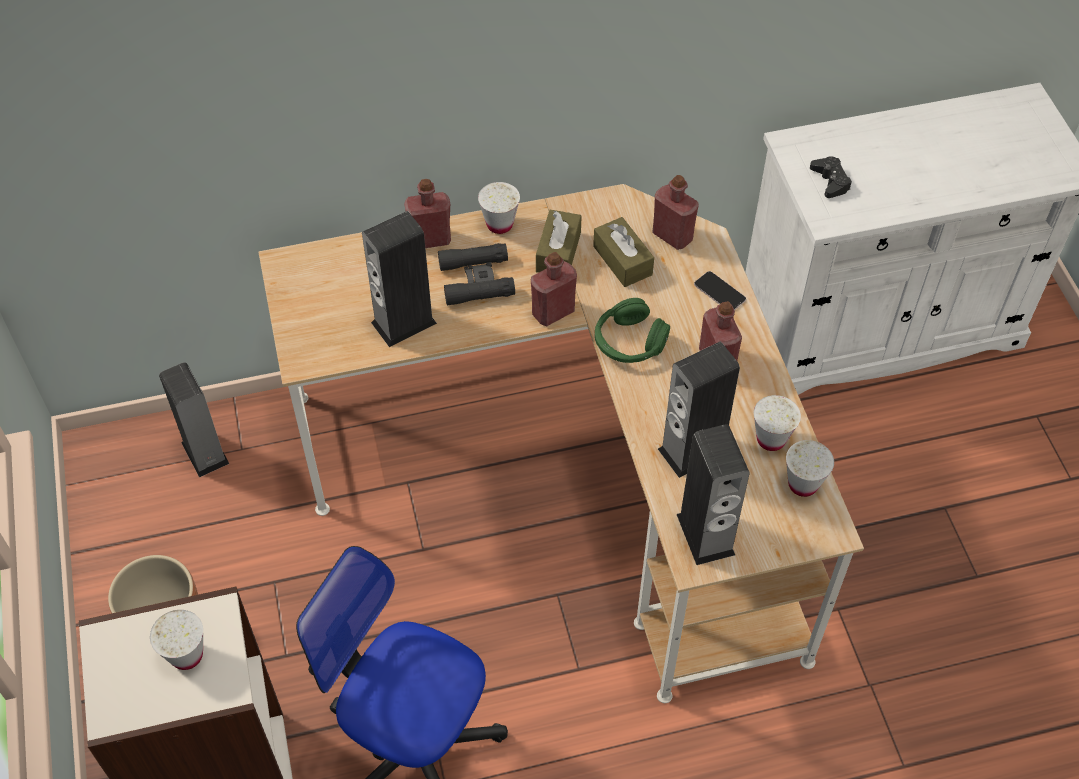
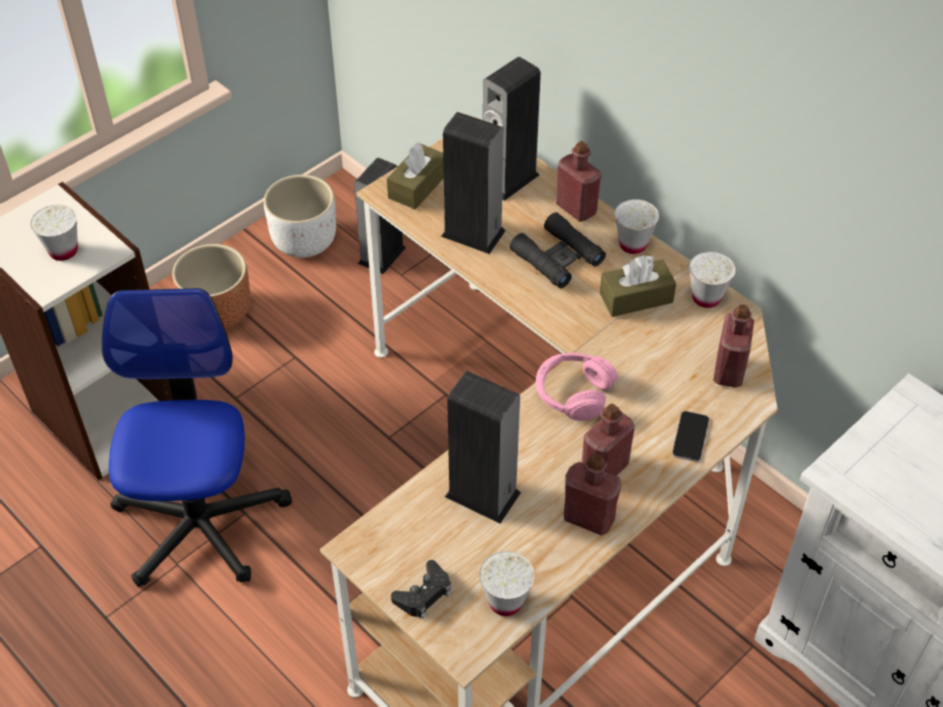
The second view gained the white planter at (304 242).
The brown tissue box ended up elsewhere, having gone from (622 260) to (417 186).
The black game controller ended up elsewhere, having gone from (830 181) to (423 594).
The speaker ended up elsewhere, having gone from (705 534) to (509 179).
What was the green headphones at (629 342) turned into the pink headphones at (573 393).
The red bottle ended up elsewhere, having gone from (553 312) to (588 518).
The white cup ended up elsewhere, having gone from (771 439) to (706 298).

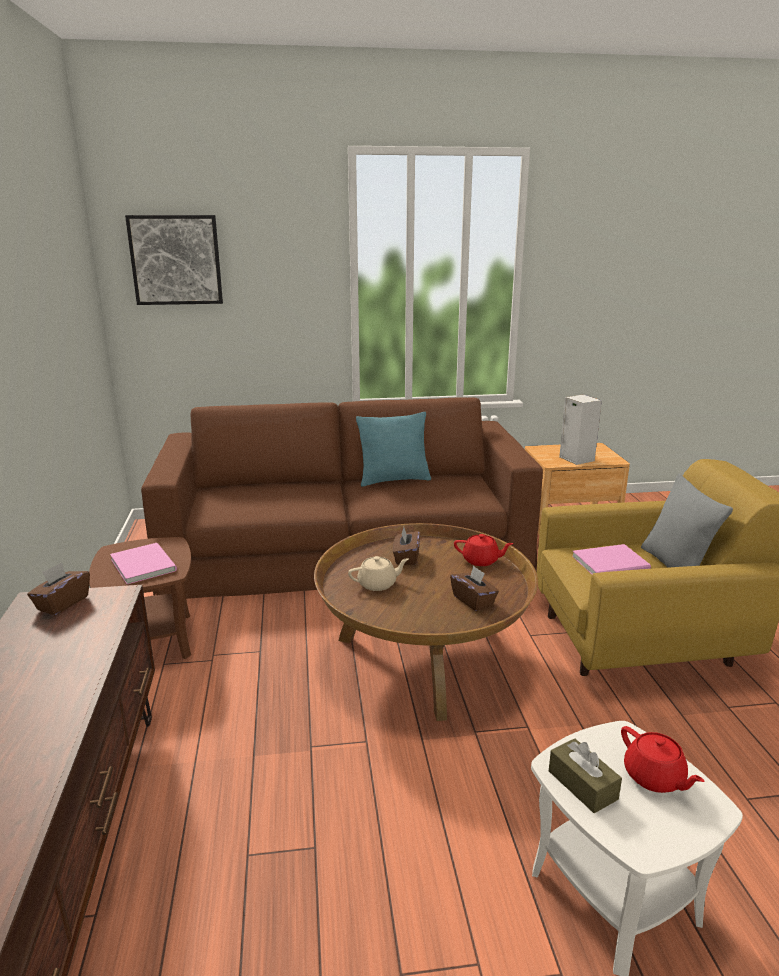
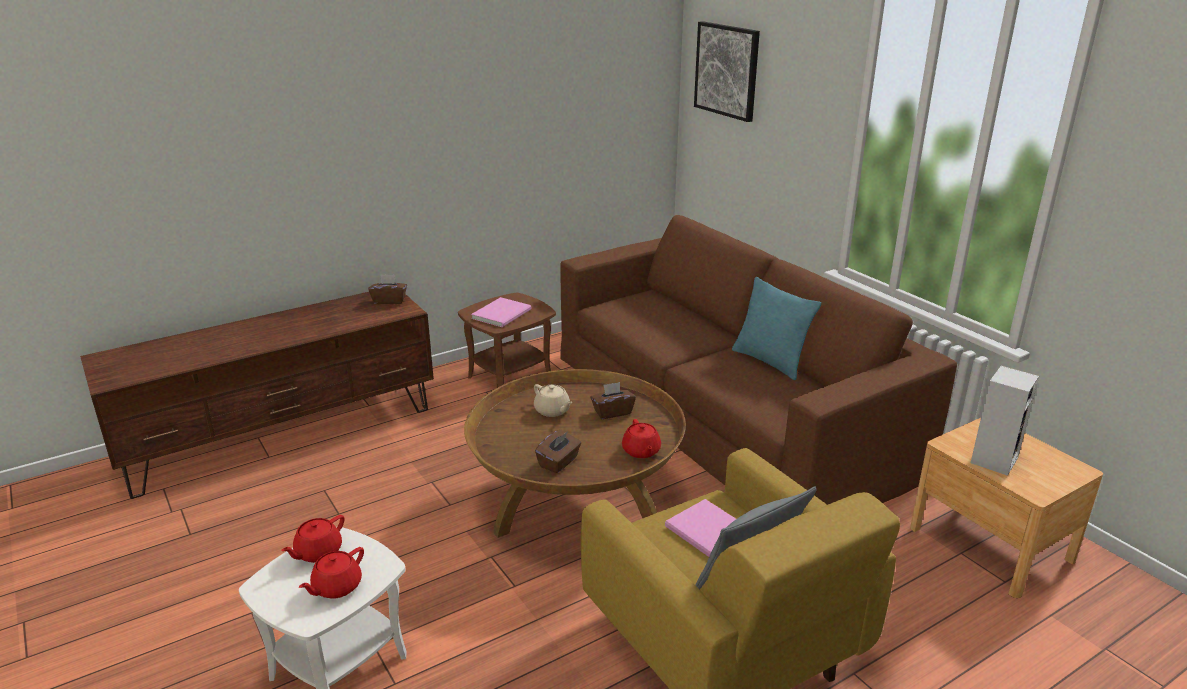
Where the brown tissue box stood at (582 785), the red teapot came to stand at (317 552).

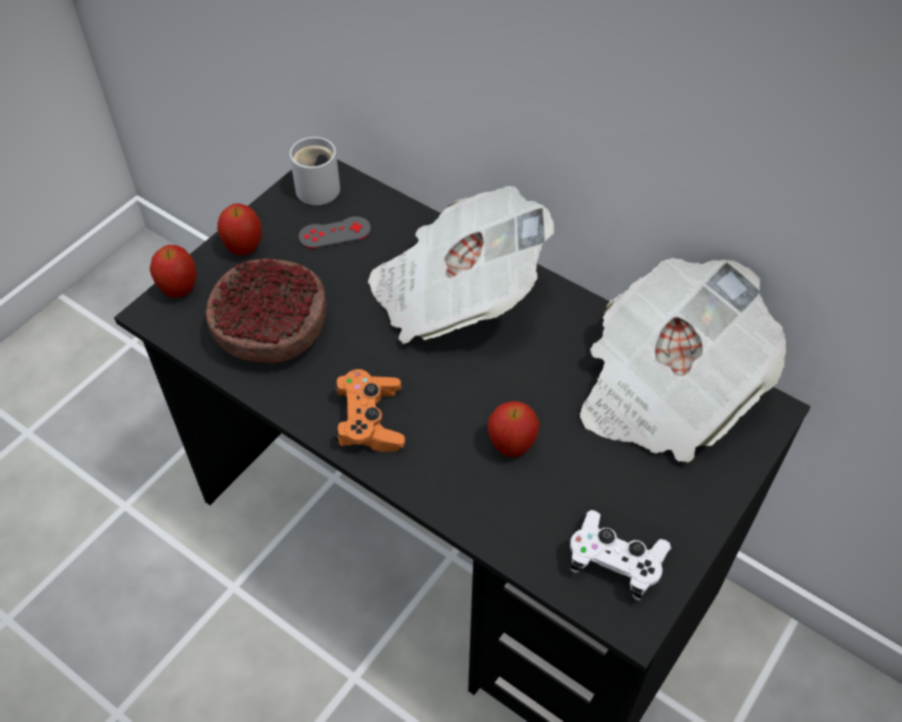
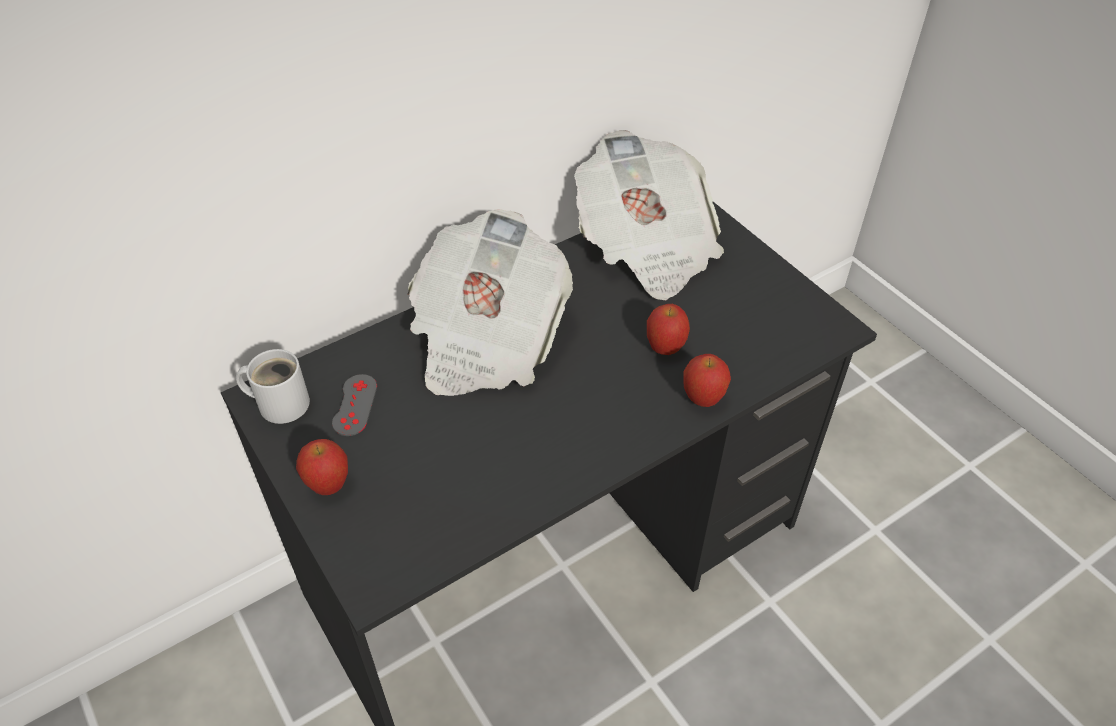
The apple ended up elsewhere, having gone from (180 290) to (703 399).
The second view lost the bowl at (270 331).
The second view lost the orange game controller at (370 421).
The second view lost the white game controller at (615 562).

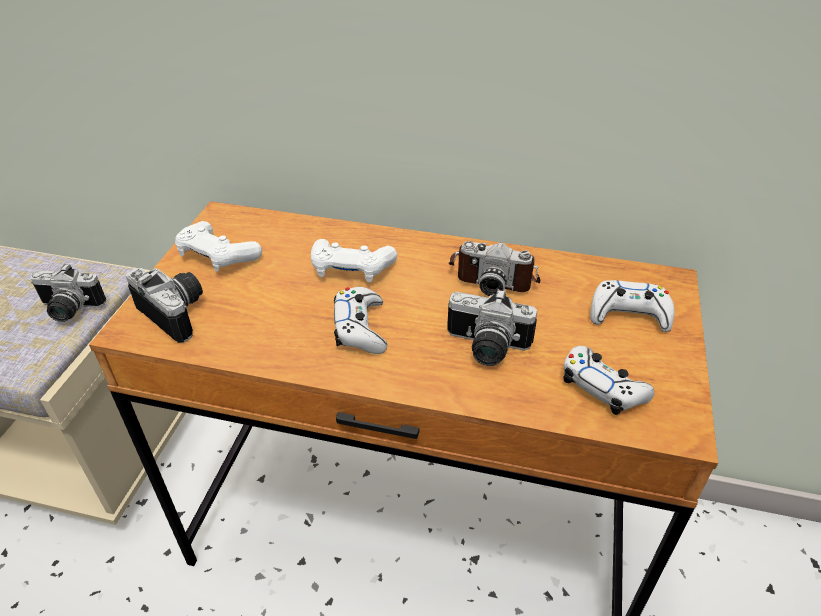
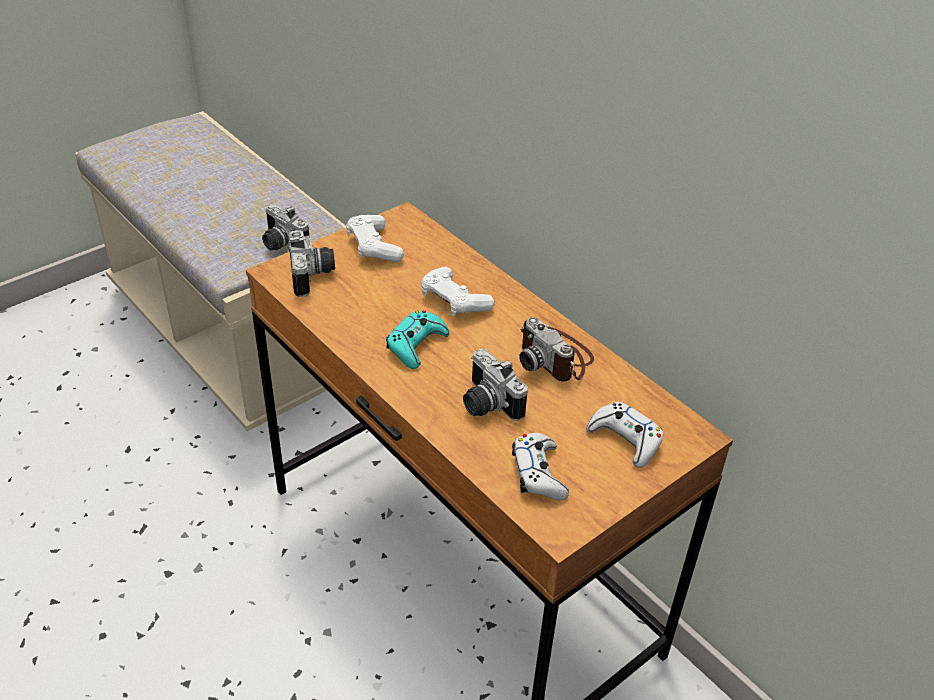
What was the white game controller at (360 328) turned into the turquoise game controller at (416 345).

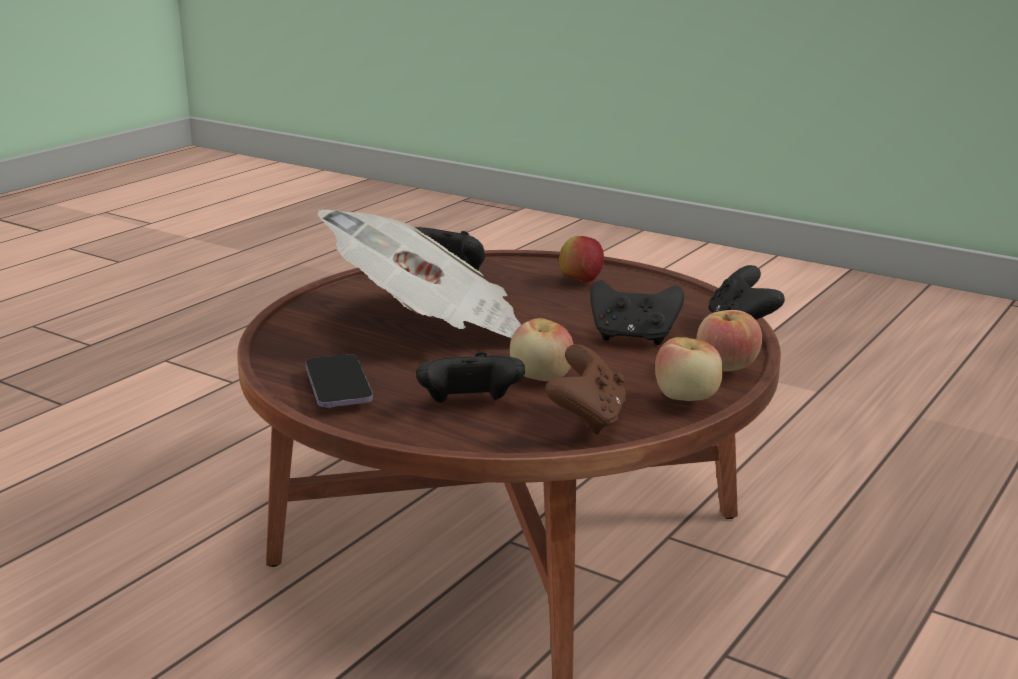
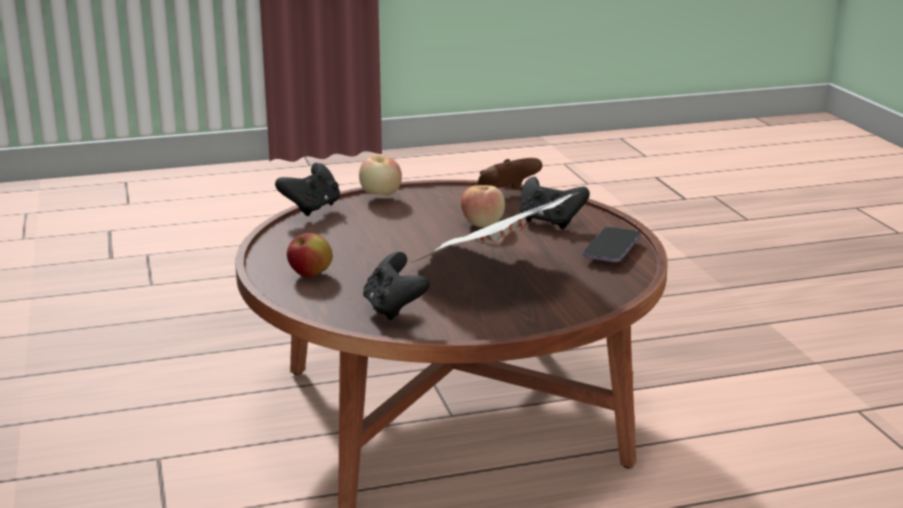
The second view lost the black game controller at (633 338).
The second view lost the apple at (687 398).

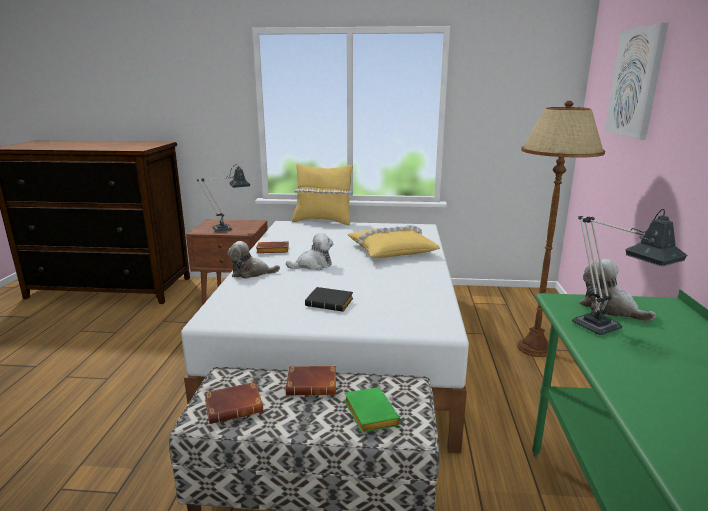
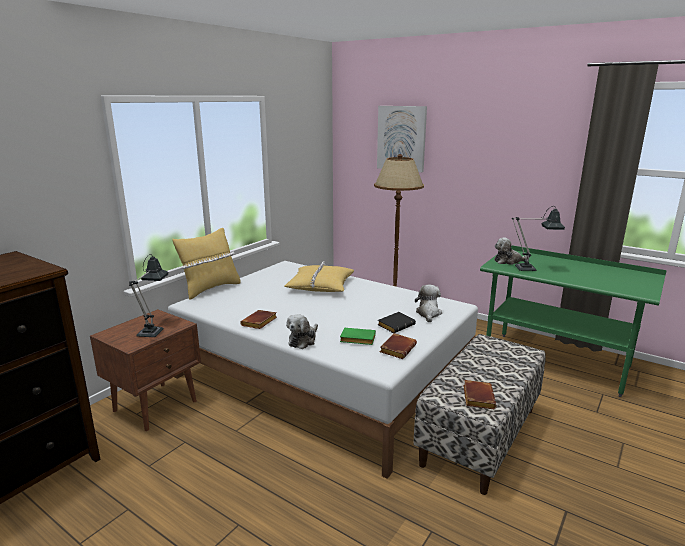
The green book ended up elsewhere, having gone from (368 413) to (356 340).
The brown book ended up elsewhere, having gone from (313 384) to (397 349).
The plush toy ended up elsewhere, having gone from (313 265) to (428 313).

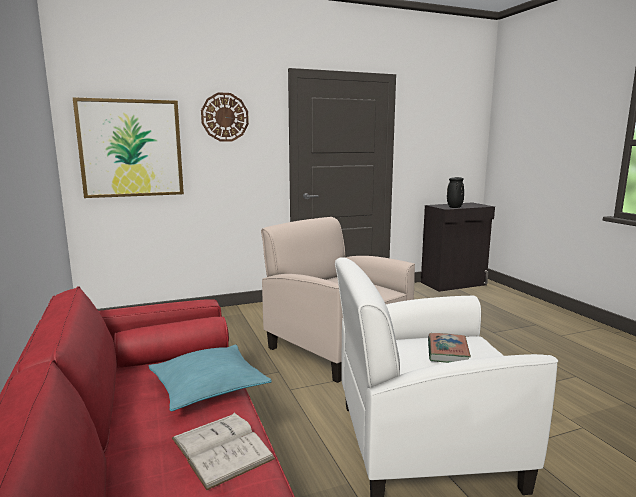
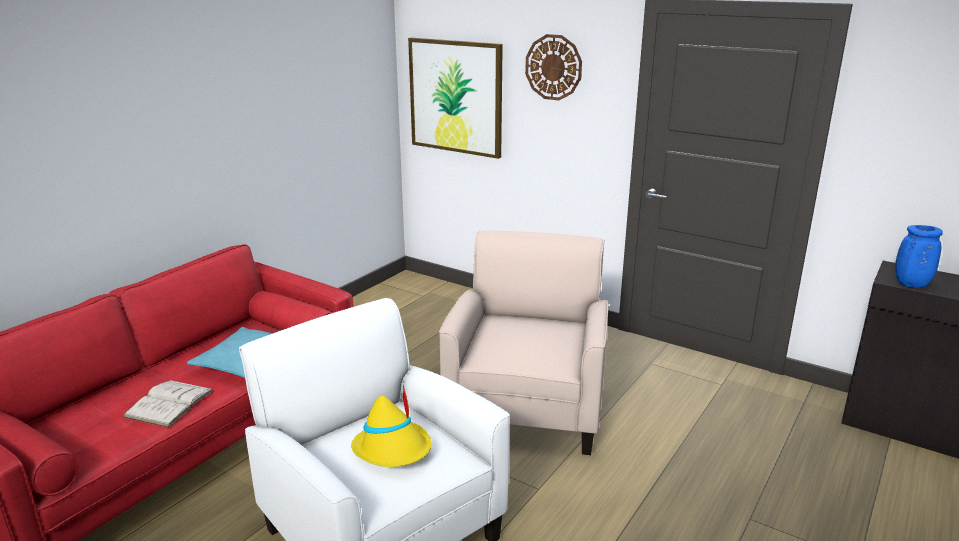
Where the book stood at (447 352), the yellow hat came to stand at (393 449).
What was the black vase at (454 207) turned into the blue vase at (910 285).

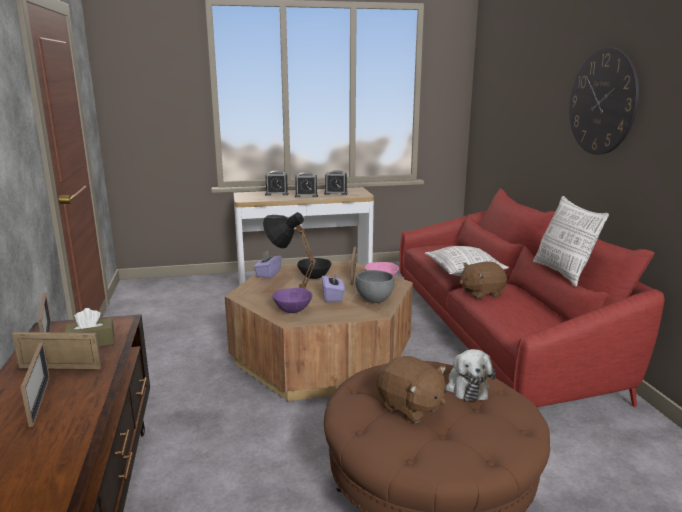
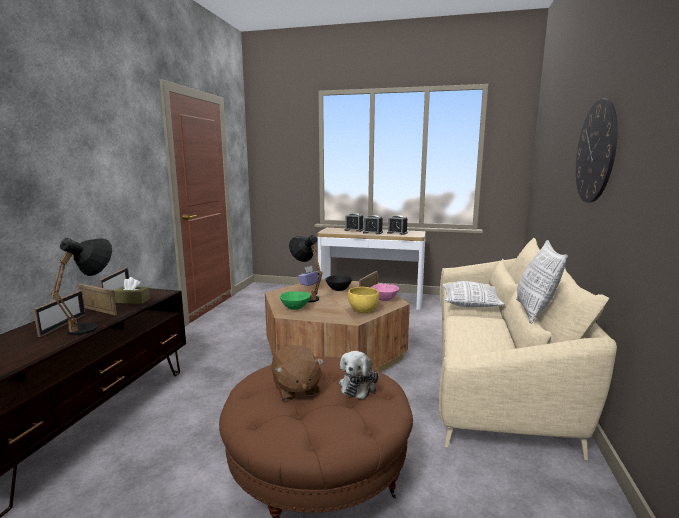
The second view gained the black table lamp at (93 326).
What was the purple bowl at (293 311) turned into the green bowl at (295 308).
What was the grey bowl at (375 300) turned into the yellow bowl at (363 311).
What was the red sofa at (498 336) turned into the beige sofa at (495 367).
The second view lost the purple tissue box at (333 297).
The second view lost the brown plush toy at (481 293).

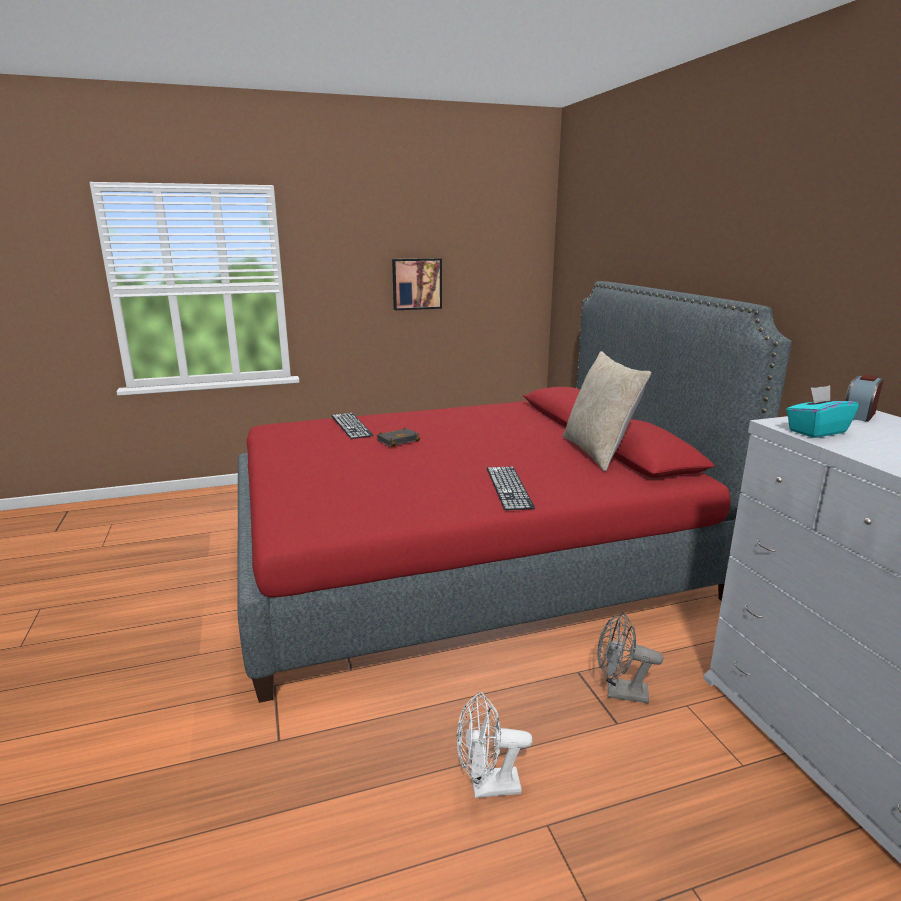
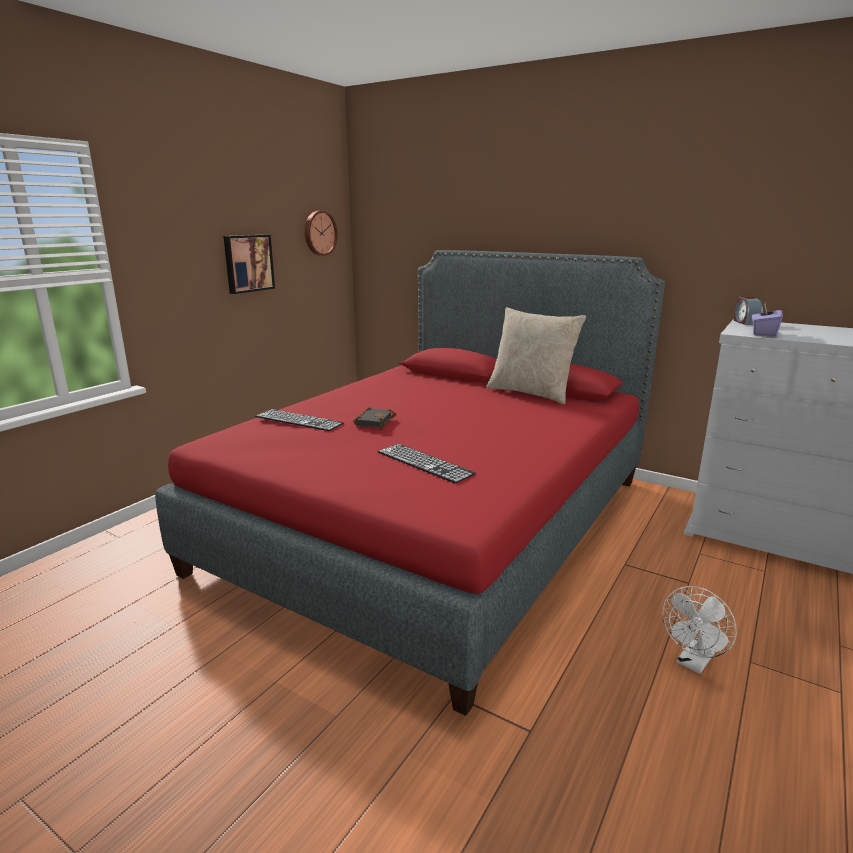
The second view gained the wall clock at (319 233).
The keyboard ended up elsewhere, having gone from (509 487) to (424 463).
What was the turquoise tissue box at (816 431) turned into the purple tissue box at (763 333).
The second view lost the grey fan at (619 692).

